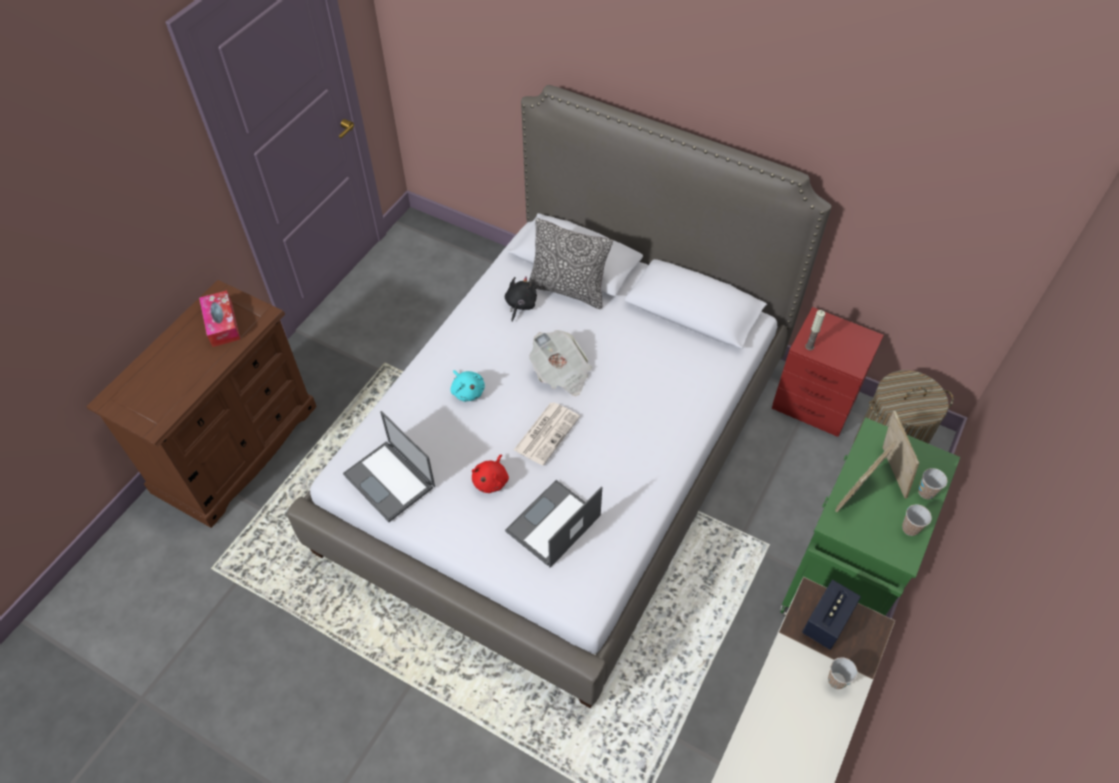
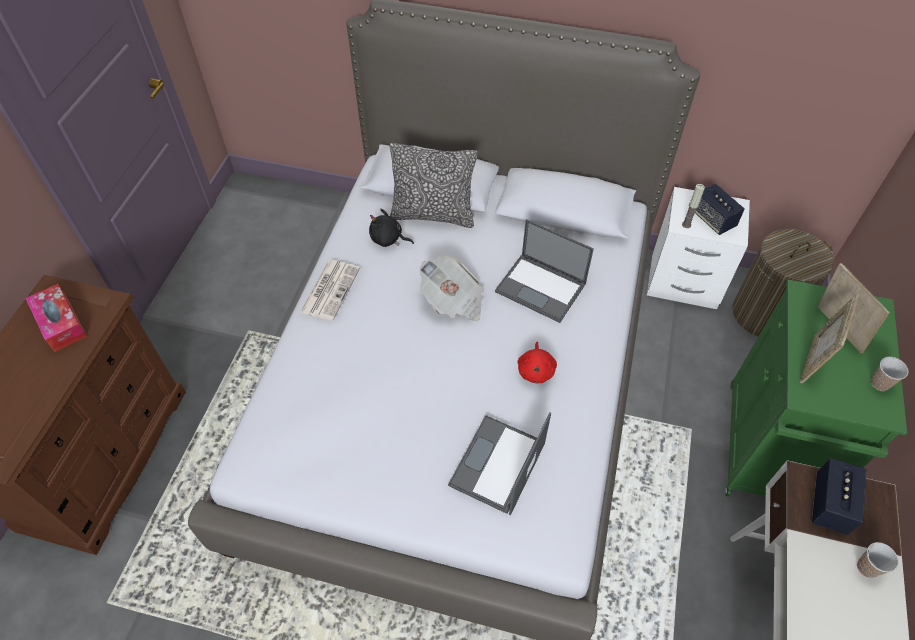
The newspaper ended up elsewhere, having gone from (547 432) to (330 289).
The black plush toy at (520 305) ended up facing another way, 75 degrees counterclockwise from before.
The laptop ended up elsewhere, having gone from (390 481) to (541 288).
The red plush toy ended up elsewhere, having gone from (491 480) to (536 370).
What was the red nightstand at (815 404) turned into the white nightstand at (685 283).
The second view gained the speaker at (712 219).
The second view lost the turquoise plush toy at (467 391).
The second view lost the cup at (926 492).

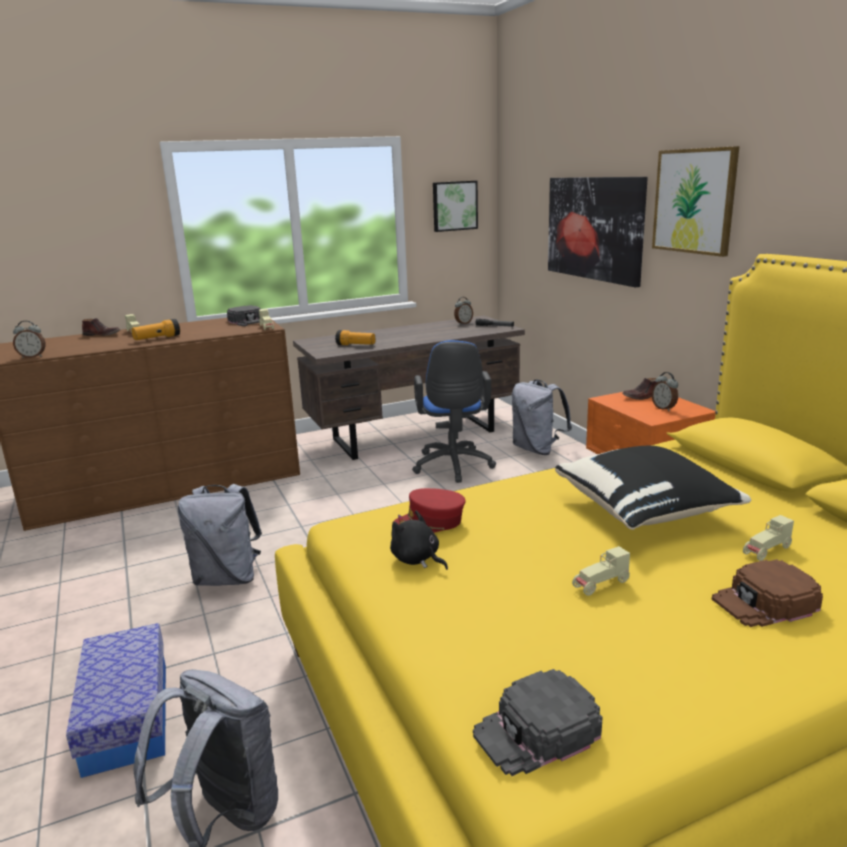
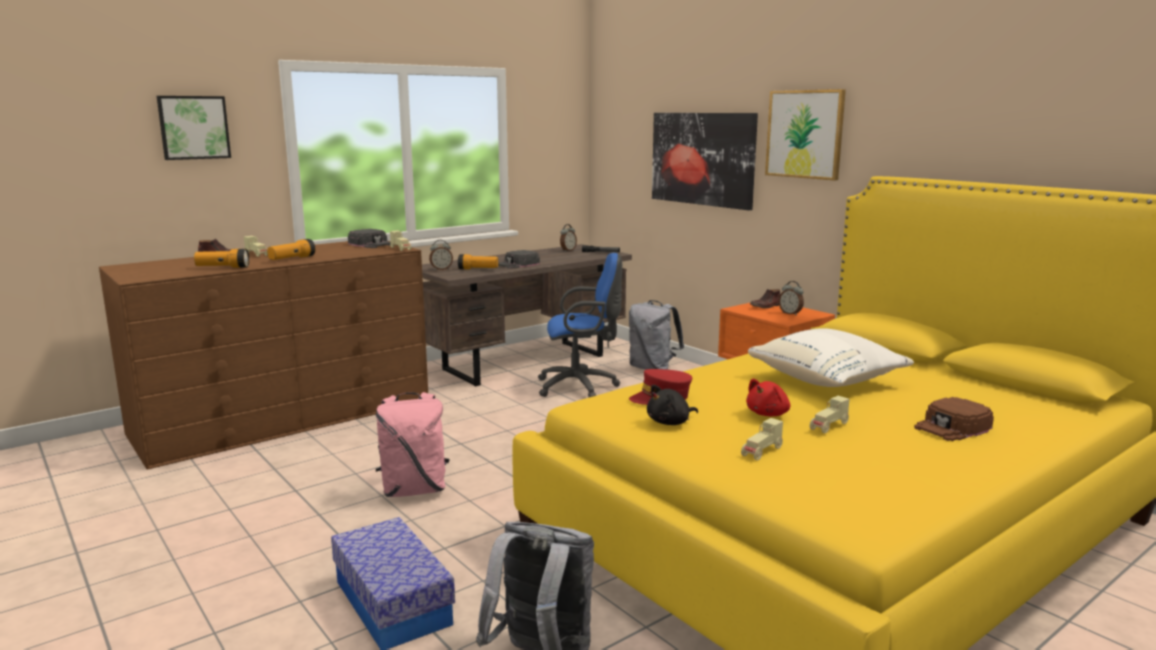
The picture ended up elsewhere, having gone from (454 206) to (193 127).
The second view gained the flashlight at (223 267).
What was the grey backpack at (227 578) turned into the pink backpack at (414 490).
The alarm clock ended up elsewhere, having gone from (33 357) to (441 269).
The black cap ended up elsewhere, having gone from (536 732) to (518 264).
The blue office chair at (453 467) ended up facing another way, 75 degrees counterclockwise from before.
The black plush toy at (417 559) ended up facing another way, 60 degrees counterclockwise from before.
The beige toy car ended up elsewhere, having gone from (767 551) to (762 452).
The second view gained the red plush toy at (769 414).
What was the black pillow at (646 511) turned into the white pillow at (828 381).

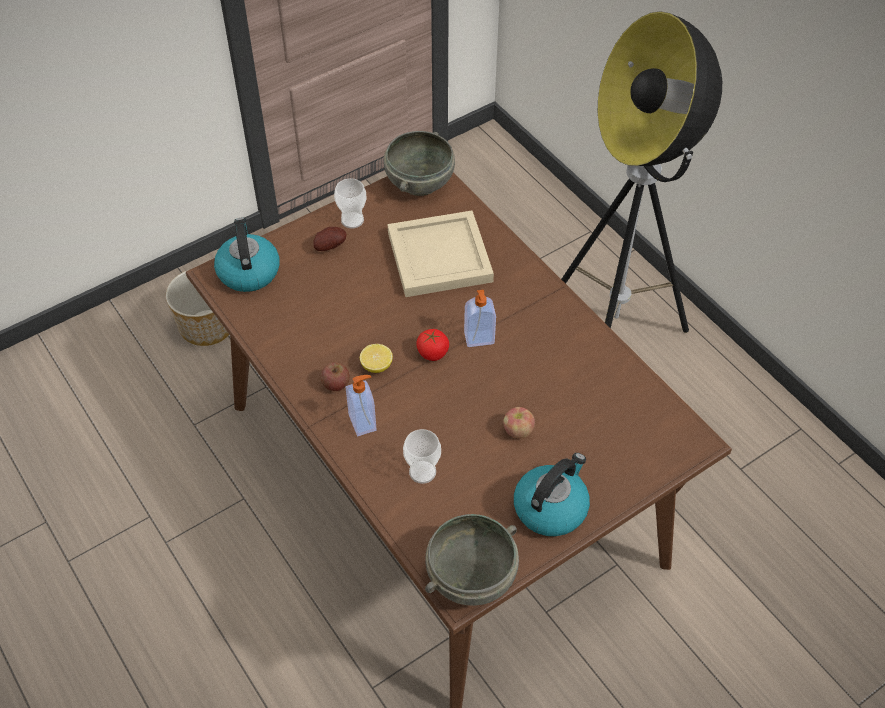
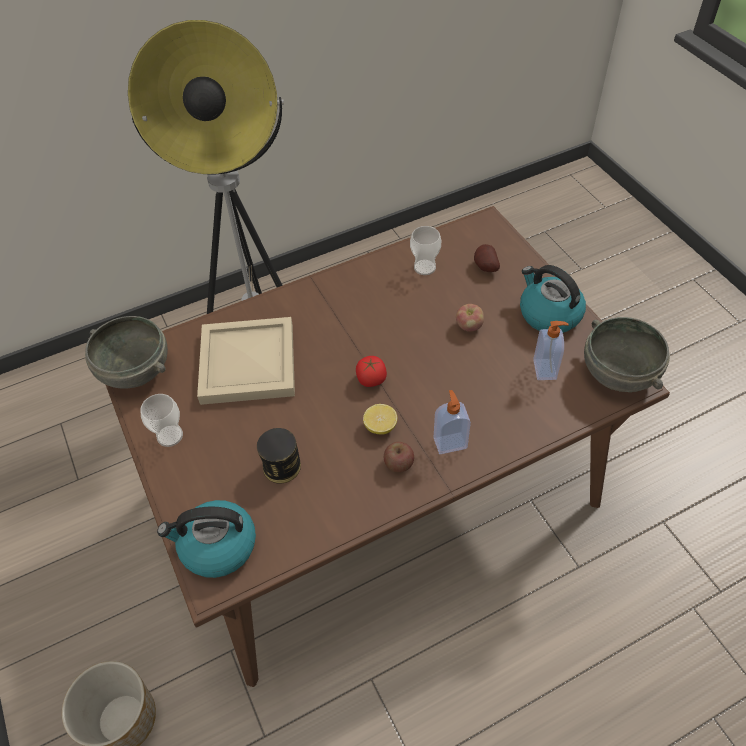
The second view gained the can at (282 466).
The cup ended up elsewhere, having gone from (422 472) to (424 267).
The potato ended up elsewhere, having gone from (329 246) to (484 267).
The soap dispenser ended up elsewhere, having gone from (479 339) to (545 369).

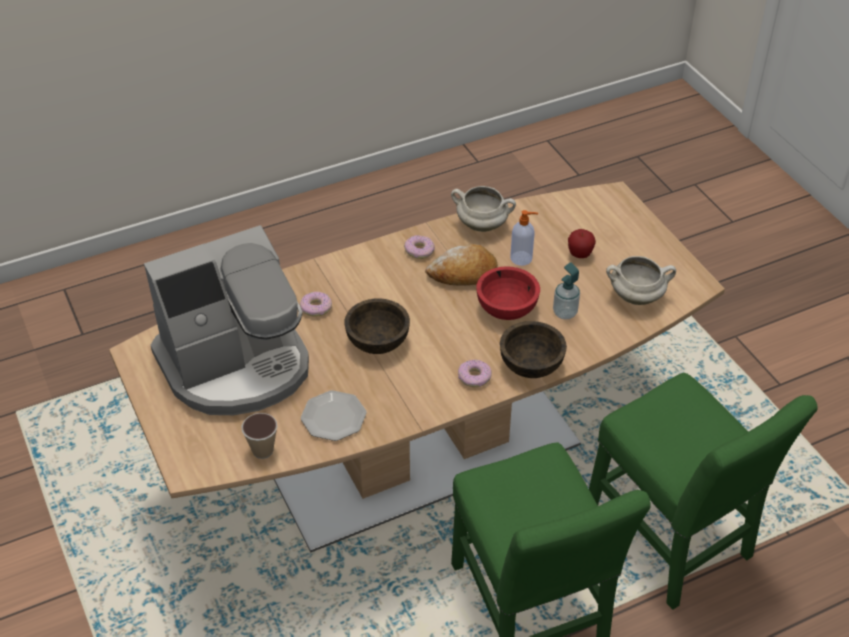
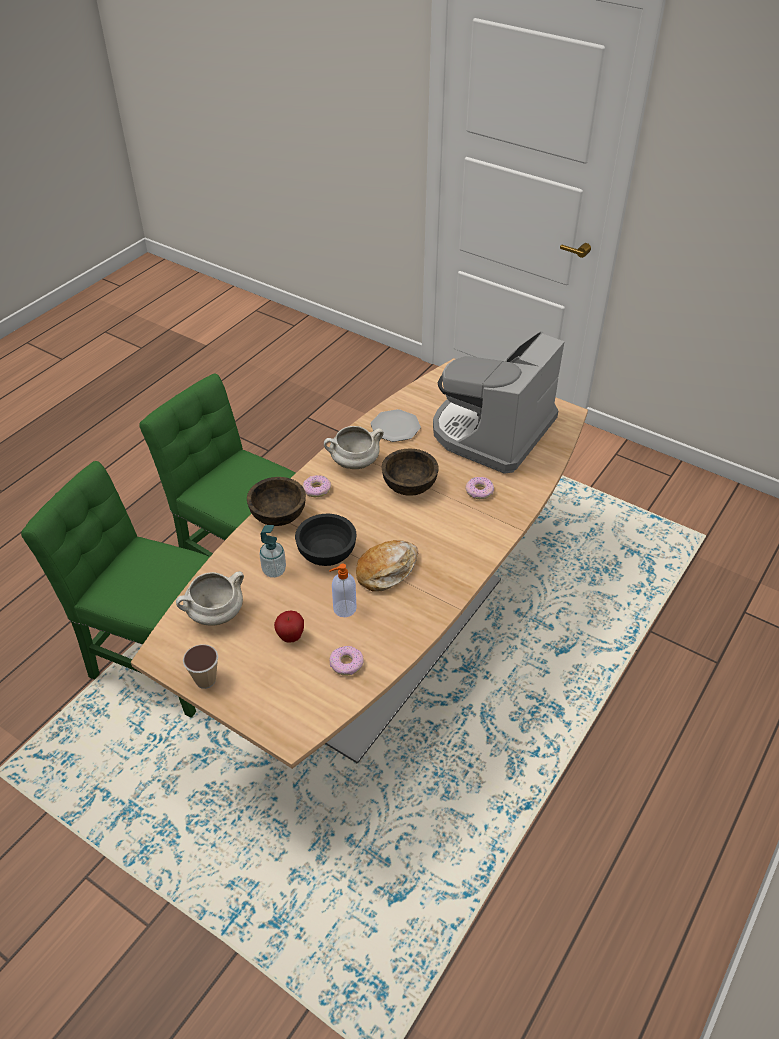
The cup ended up elsewhere, having gone from (263 450) to (205 680).
What was the red bowl at (507 308) turned into the black bowl at (326 554).
The white cooking pot ended up elsewhere, having gone from (483 225) to (354 463).
The donut ended up elsewhere, having gone from (419 250) to (346 664).

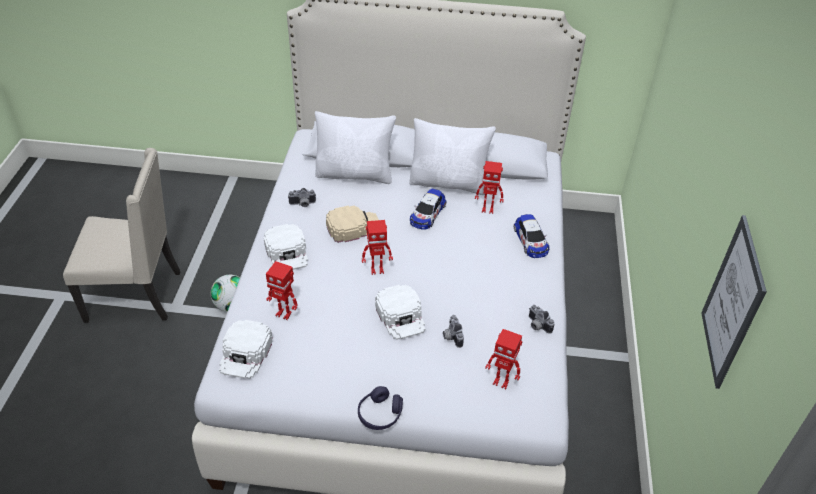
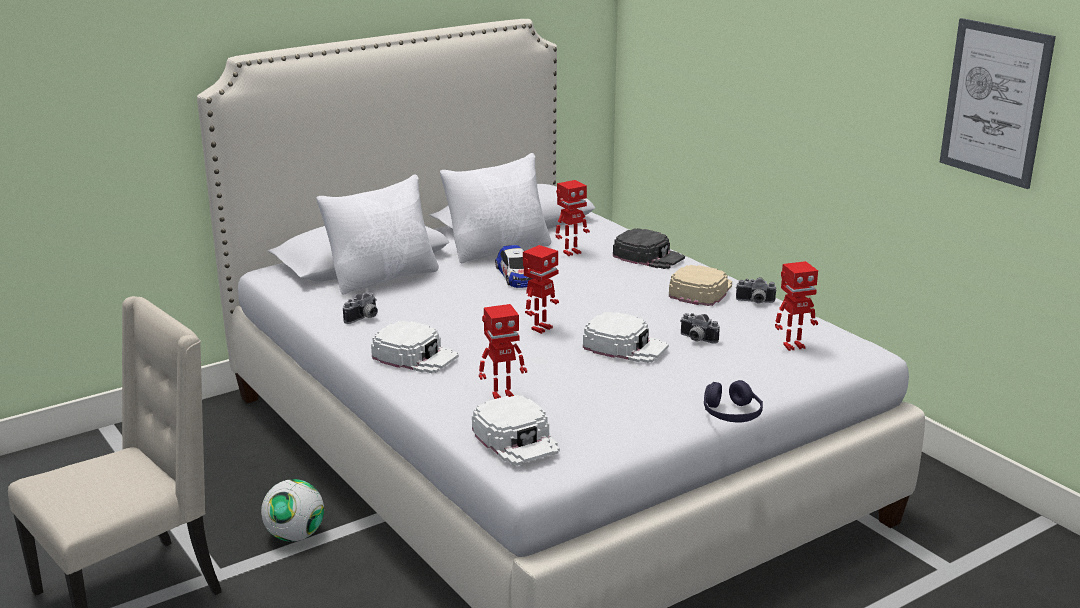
Where the toy car stood at (531 240), the black cap came to stand at (649 256).
The beige cap ended up elsewhere, having gone from (353 226) to (701 290).

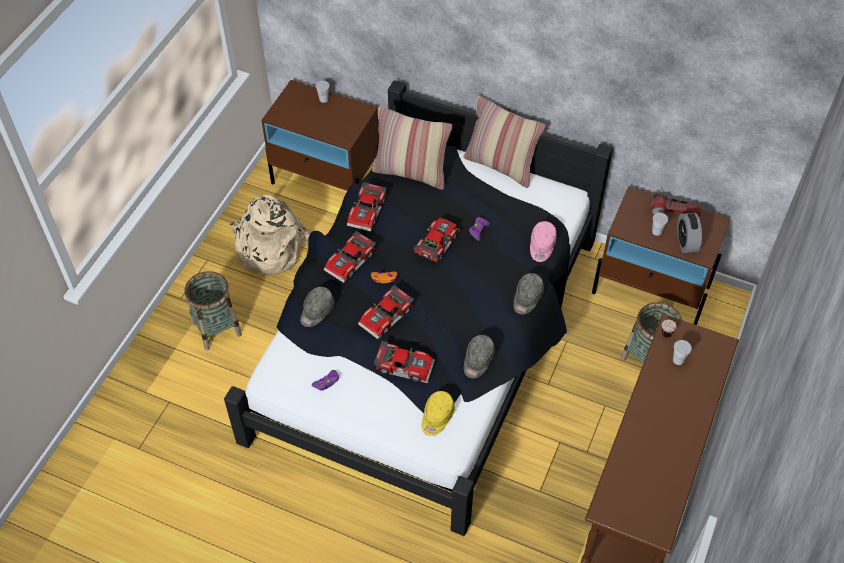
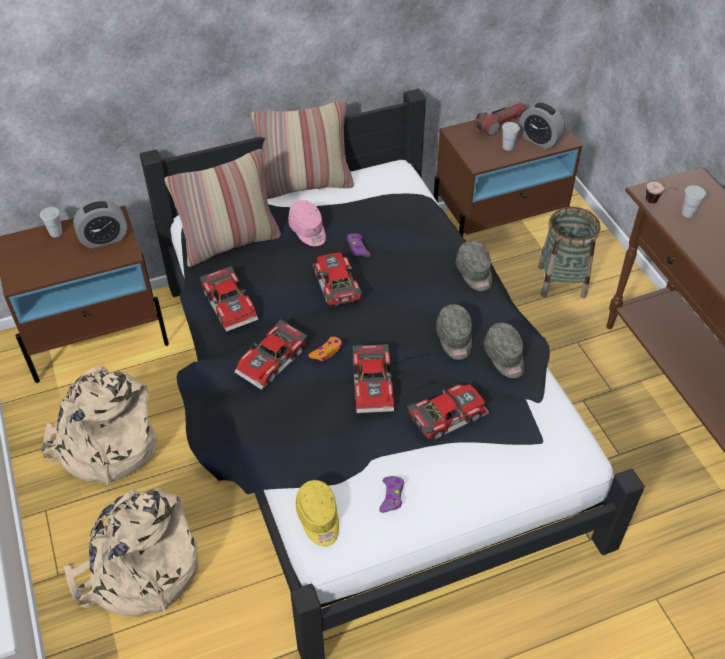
Where the basket stood at (217 328), the beige backpack came to stand at (139 571).
The second view gained the alarm clock at (104 239).
The toy car at (351 262) ended up facing another way, 45 degrees clockwise from before.
The pink cap ended up elsewhere, having gone from (541 246) to (308 231).
The yellow cap ended up elsewhere, having gone from (436 417) to (319 519).
The grey cap ended up elsewhere, having gone from (316 311) to (454 339).

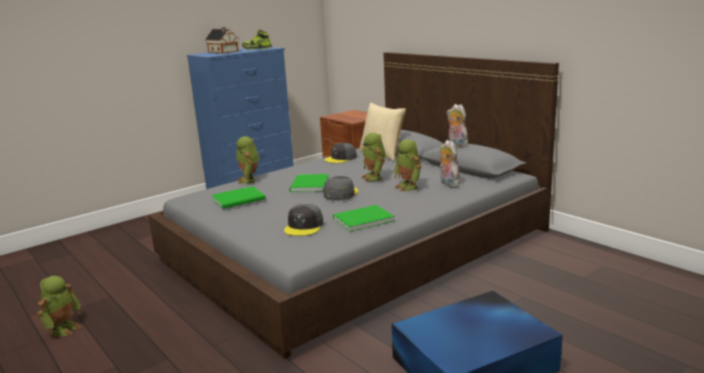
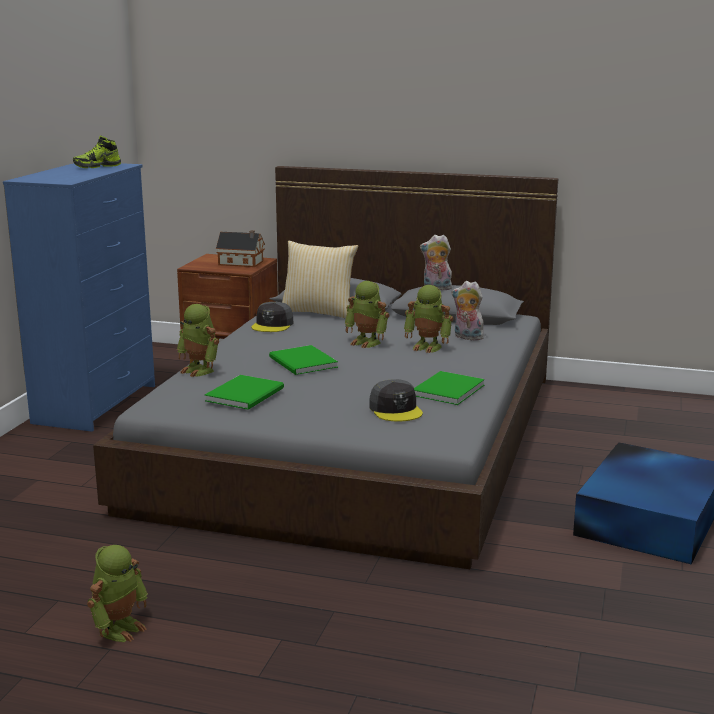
The toy robot at (63 328) ended up facing another way, 45 degrees clockwise from before.
The toy house ended up elsewhere, having gone from (223 52) to (242 263).
The second view lost the grey cap at (340 194).

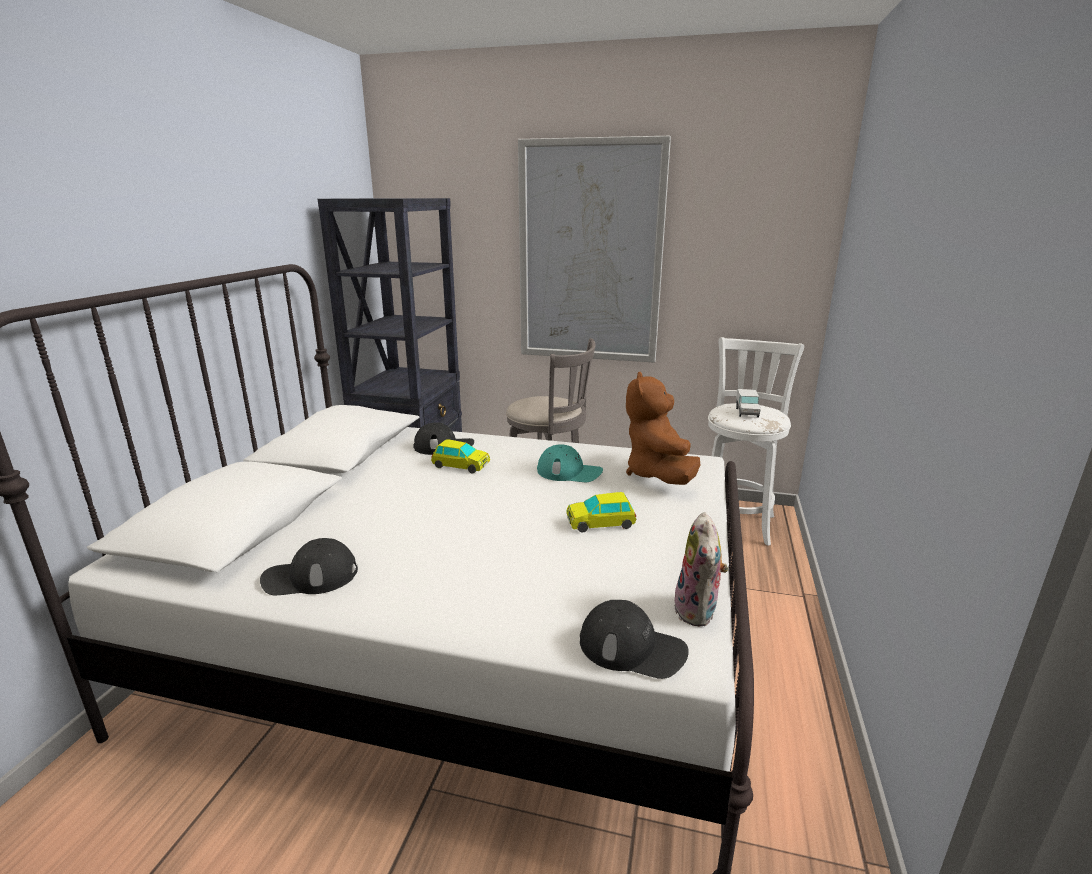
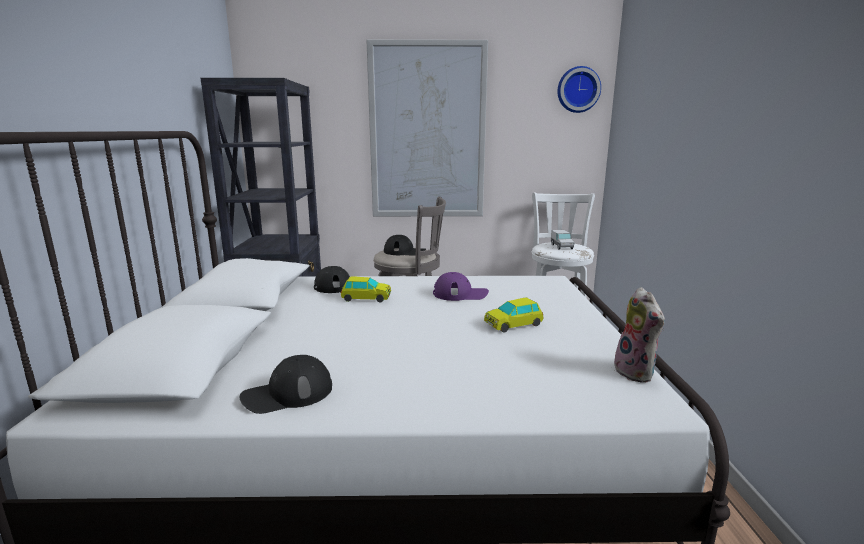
The black cap ended up elsewhere, having gone from (632 648) to (404 252).
What was the turquoise cap at (569 472) turned into the purple cap at (460 294).
The second view gained the wall clock at (578 90).
The second view lost the brown plush toy at (658 475).

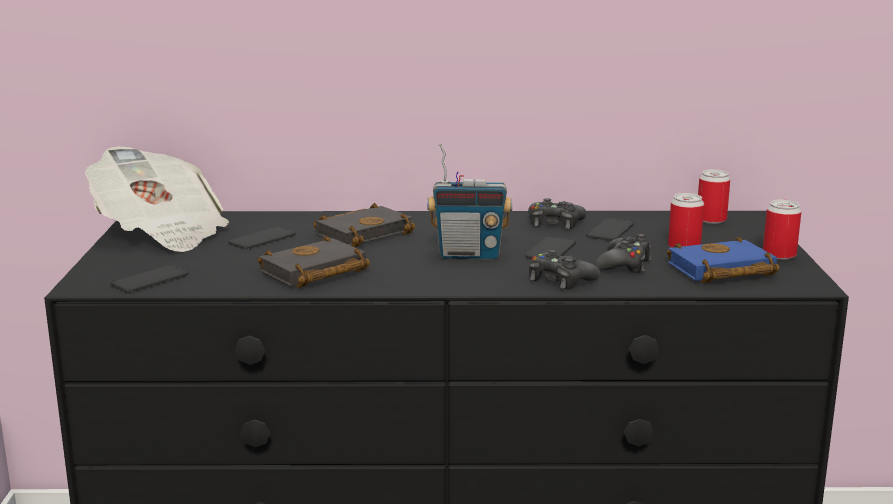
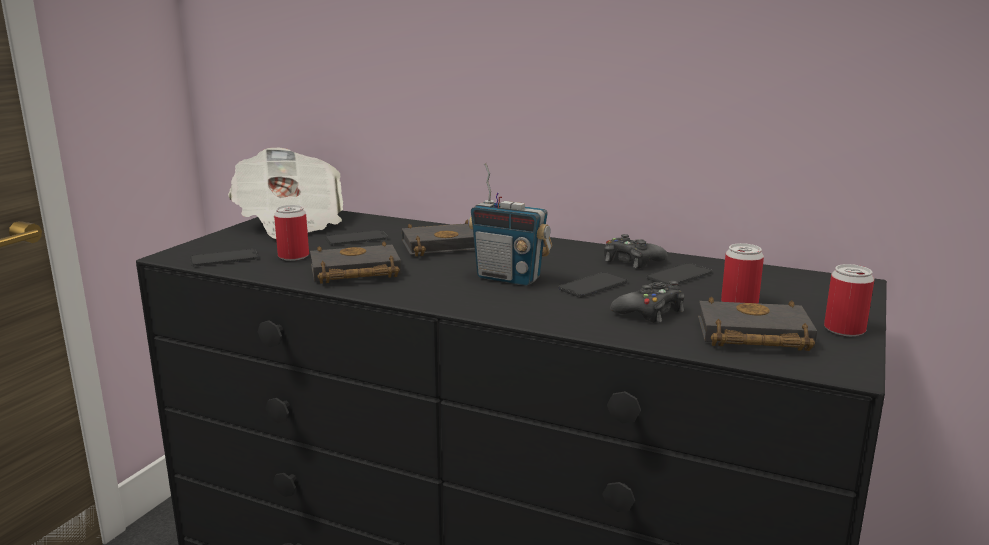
The can ended up elsewhere, having gone from (711 220) to (293 256).
What was the blue book at (720 271) turned into the black book at (751 336).
The second view lost the black game controller at (560 280).

